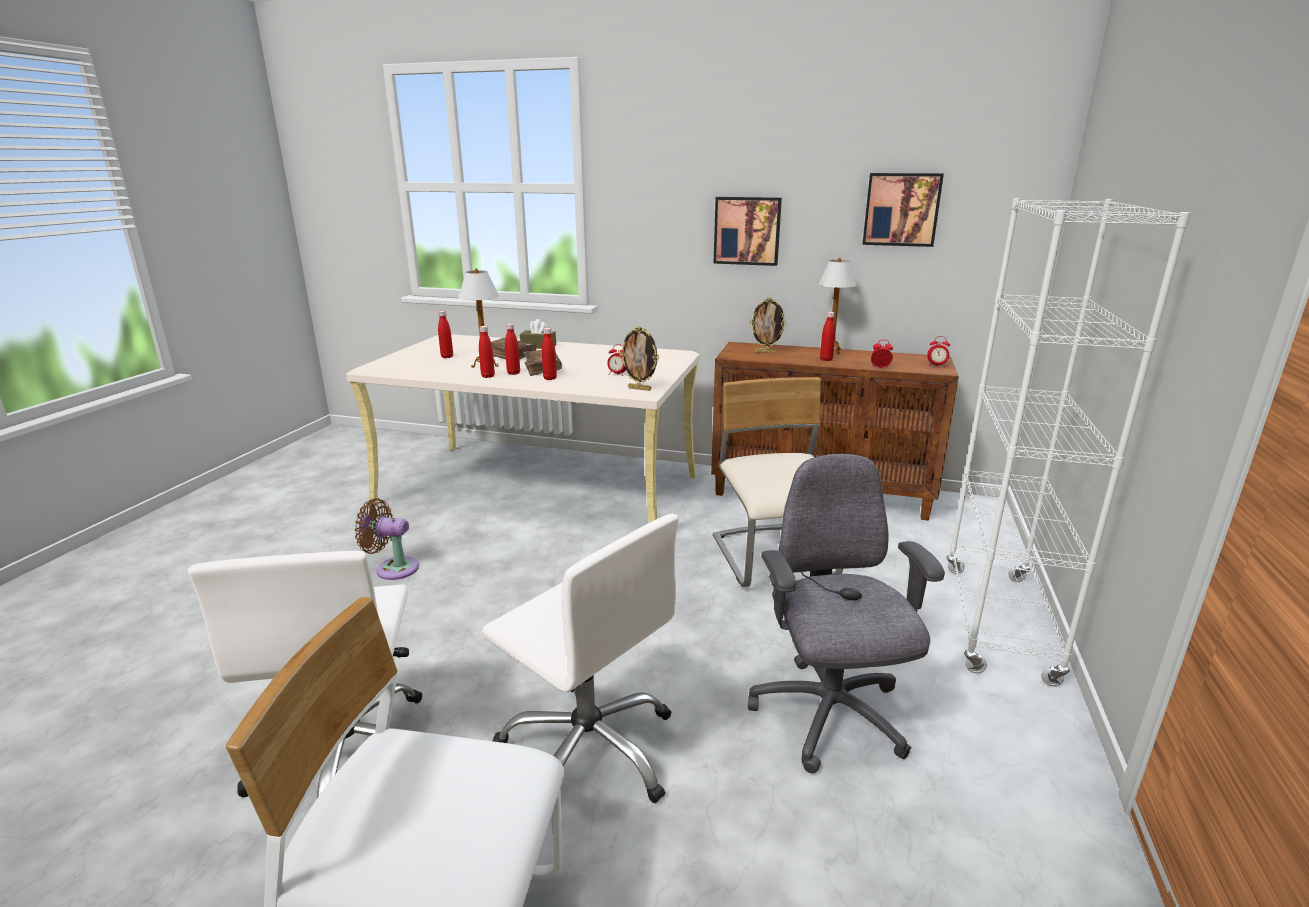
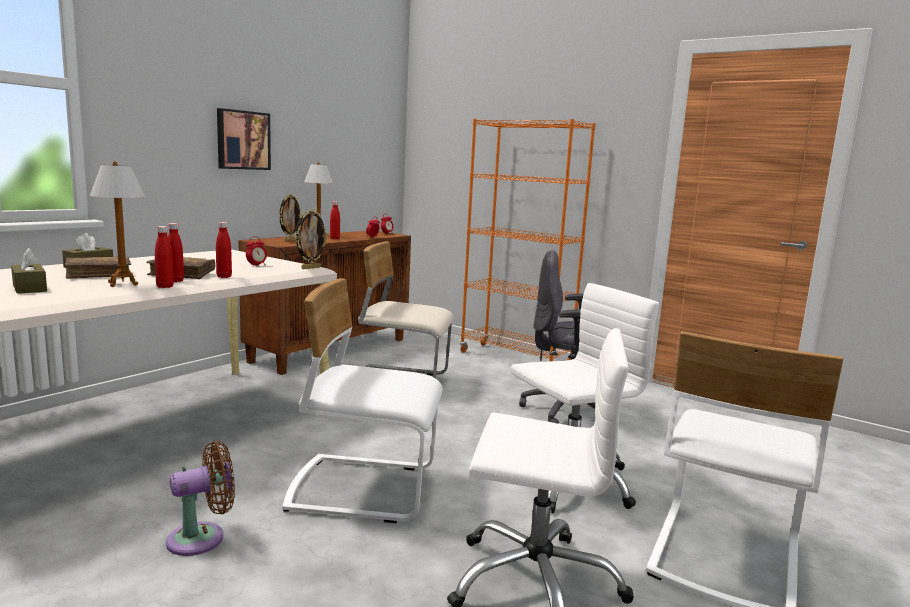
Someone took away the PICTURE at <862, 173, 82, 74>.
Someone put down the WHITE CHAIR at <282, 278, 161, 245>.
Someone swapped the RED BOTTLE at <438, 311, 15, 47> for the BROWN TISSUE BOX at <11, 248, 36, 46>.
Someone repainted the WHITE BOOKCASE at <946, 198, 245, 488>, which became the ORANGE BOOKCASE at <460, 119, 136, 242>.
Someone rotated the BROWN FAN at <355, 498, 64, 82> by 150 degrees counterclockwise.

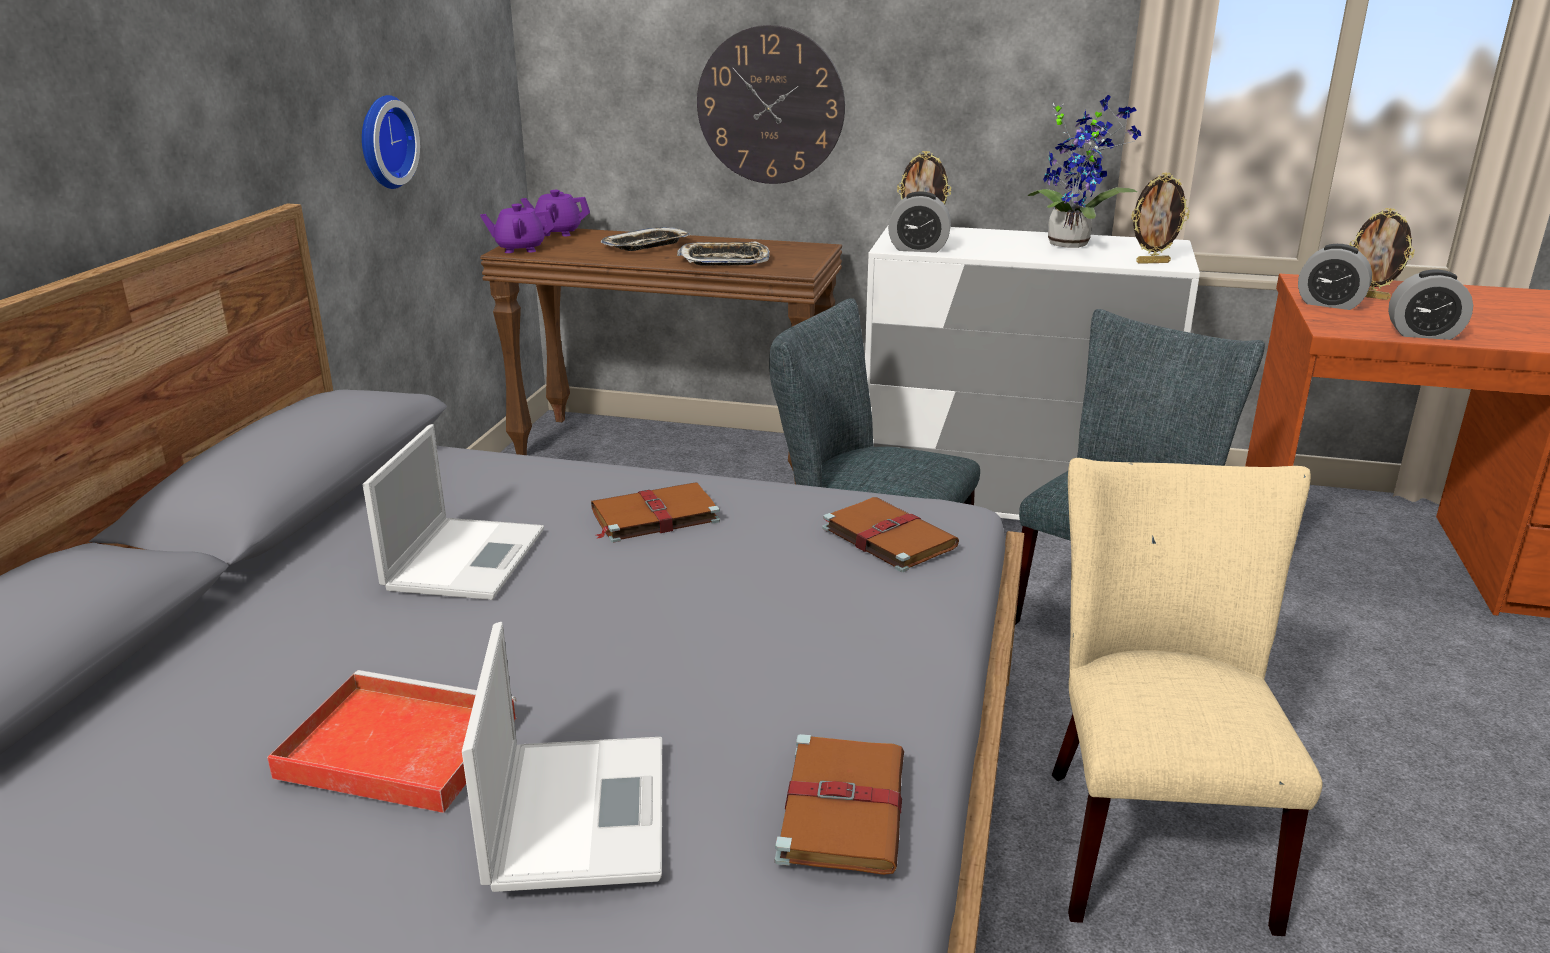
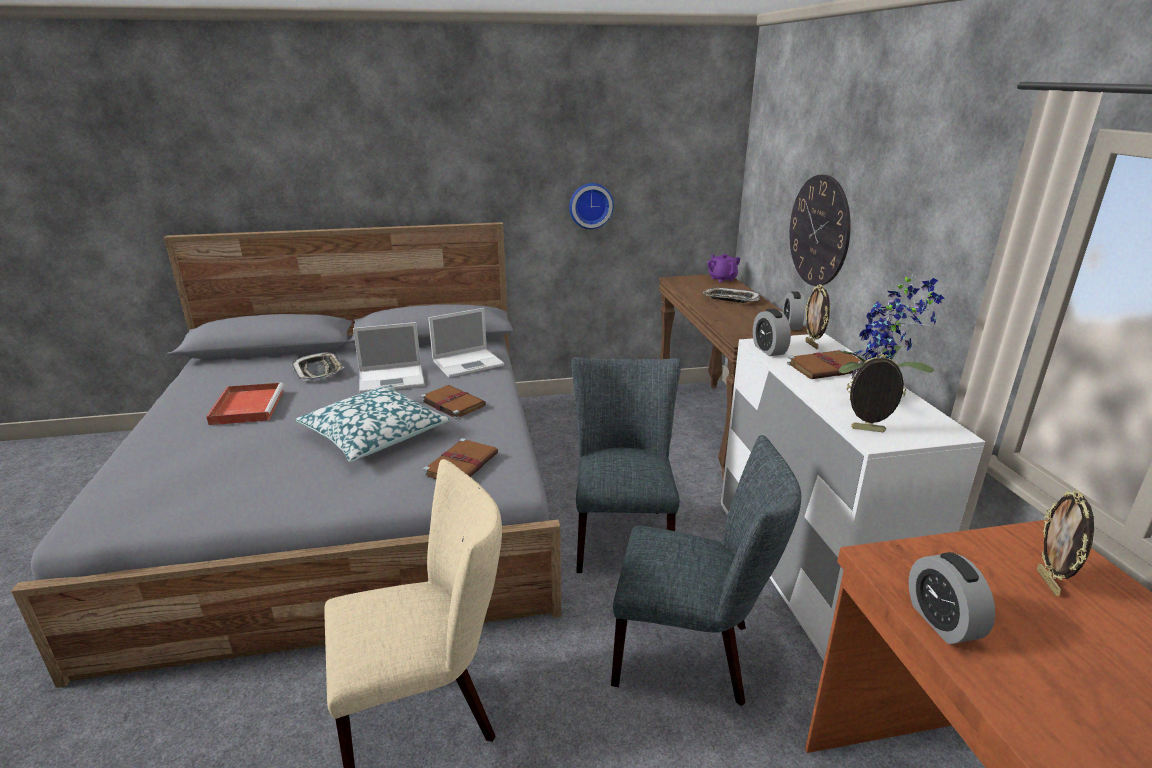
Someone took away the PURPLE TEAPOT at <480, 204, 74, 49>.
Someone put down the PILLOW at <295, 385, 155, 77>.
Someone carried the LAPTOP from <462, 622, 200, 270> to <428, 308, 76, 70>.
Someone carried the TRAY from <677, 241, 93, 25> to <291, 352, 53, 29>.
Someone carried the BROWN BOOK from <775, 734, 129, 141> to <787, 349, 74, 30>.
Someone carried the ALARM CLOCK from <1298, 244, 74, 66> to <783, 291, 22, 39>.
Someone rotated the PICTURE FRAME at <1131, 173, 59, 91> by 135 degrees clockwise.

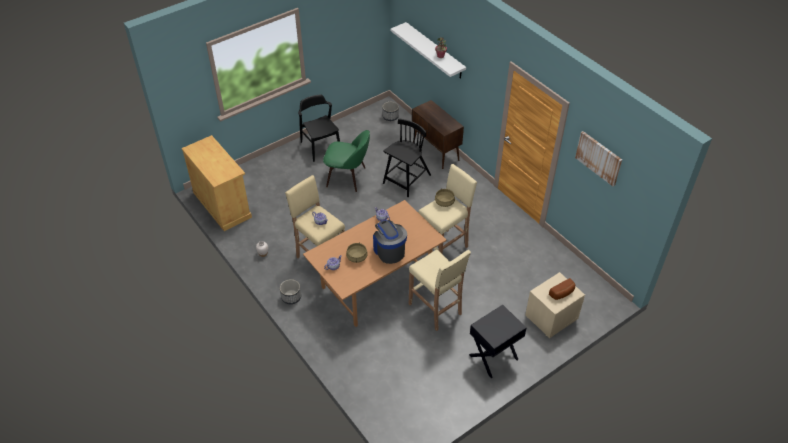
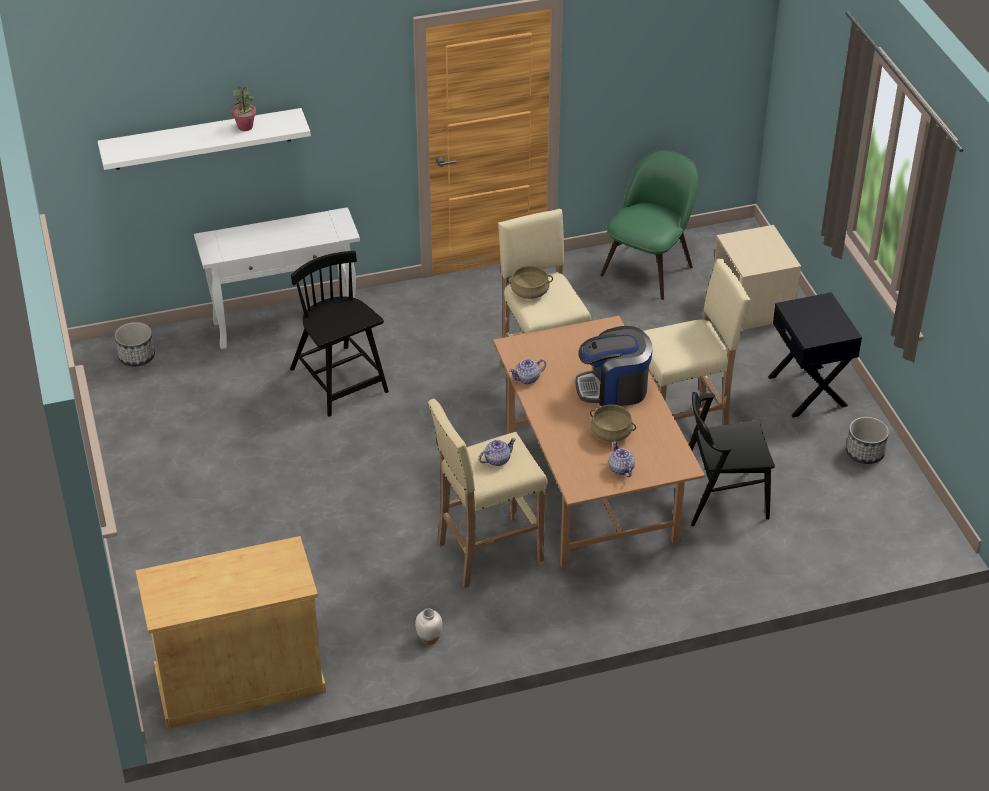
Someone took away the BREAD at <549, 278, 26, 22>.
Someone took away the PICTURE at <575, 131, 47, 56>.
Someone carried the PLANTER from <280, 279, 21, 25> to <846, 417, 43, 47>.
Someone carried the BLACK CHAIR from <298, 94, 42, 68> to <689, 392, 86, 134>.
Someone carried the GREEN CHAIR from <323, 130, 47, 62> to <600, 150, 98, 150>.
Someone swapped the BROWN CABINET at <412, 100, 52, 69> for the WHITE CONSOLE TABLE at <194, 207, 166, 142>.

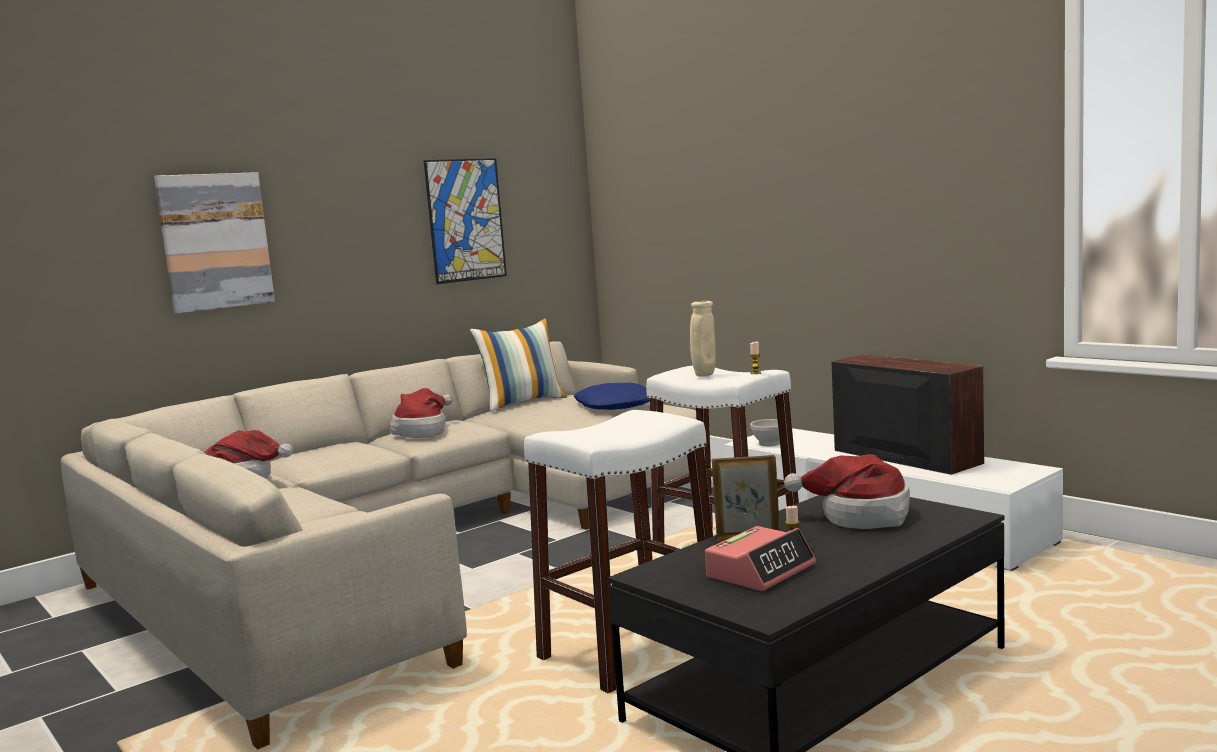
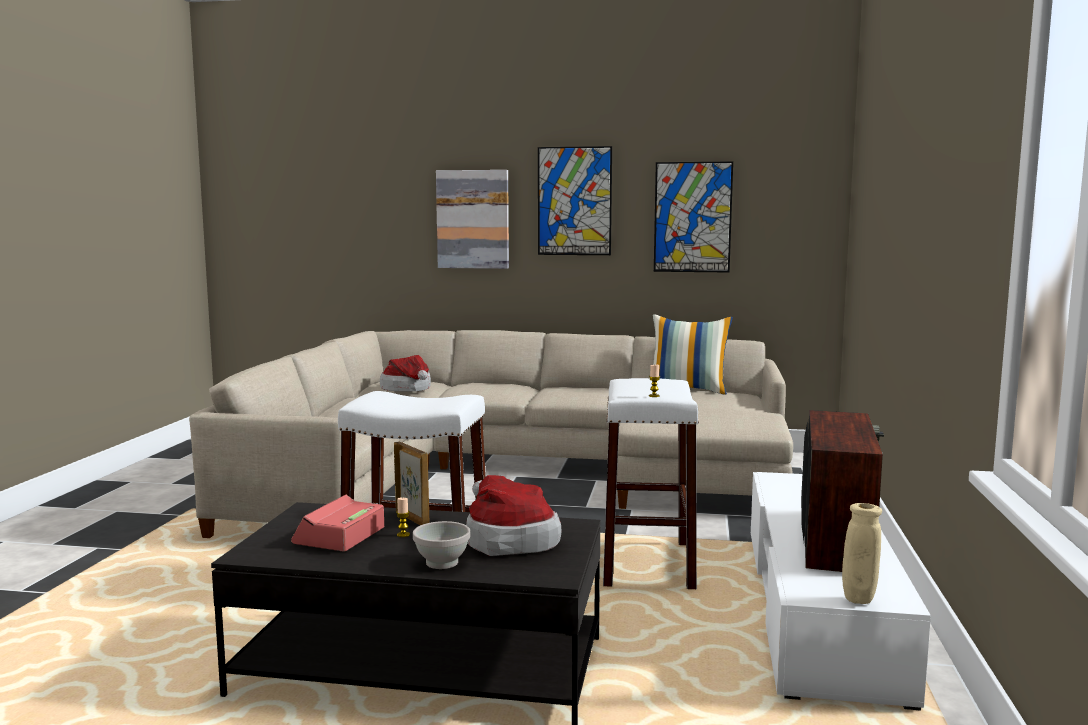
Someone took away the HAT at <390, 388, 63, 50>.
Someone took away the BLUE PILLOW at <574, 383, 75, 27>.
Someone put up the PICTURE at <538, 146, 74, 109>.
Someone carried the BEIGE VASE from <690, 301, 26, 75> to <842, 503, 40, 101>.
Someone carried the WHITE BOWL from <750, 419, 30, 27> to <413, 521, 57, 48>.
Someone rotated the ALARM CLOCK at <705, 526, 111, 65> by 105 degrees clockwise.

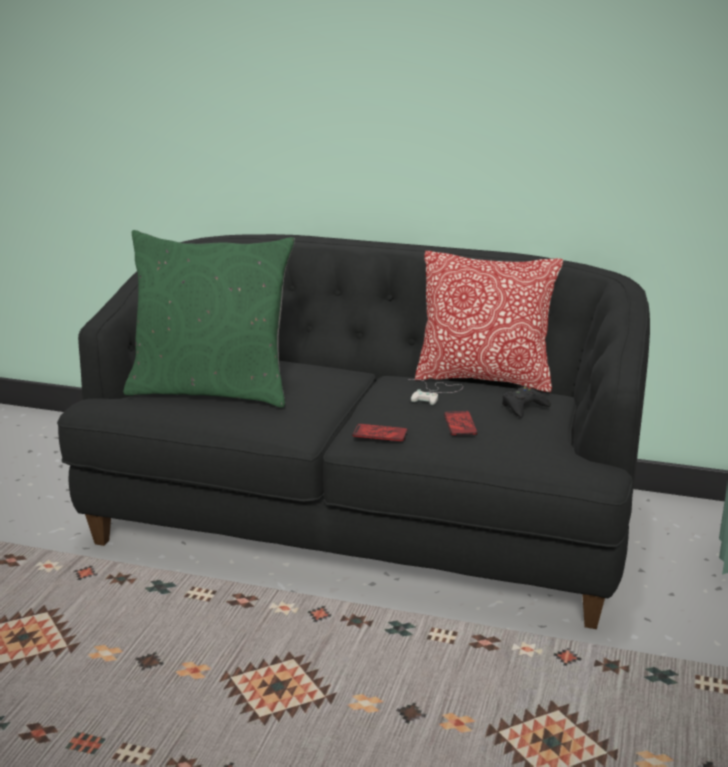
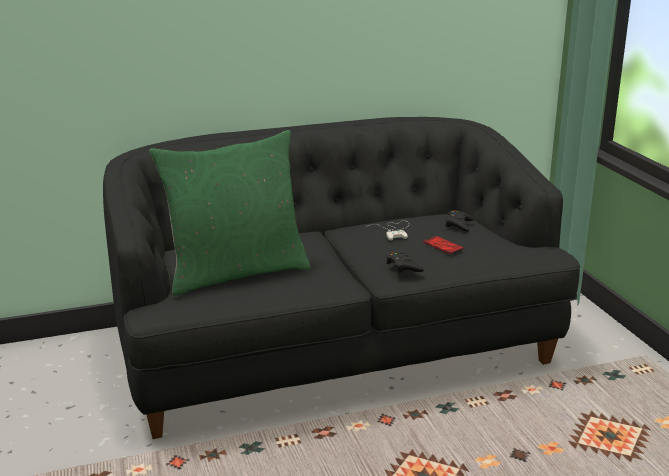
Someone took away the PILLOW at <415, 251, 148, 141>.
Someone swapped the PHONE at <352, 424, 56, 17> for the BLACK GAME CONTROLLER at <386, 252, 38, 21>.

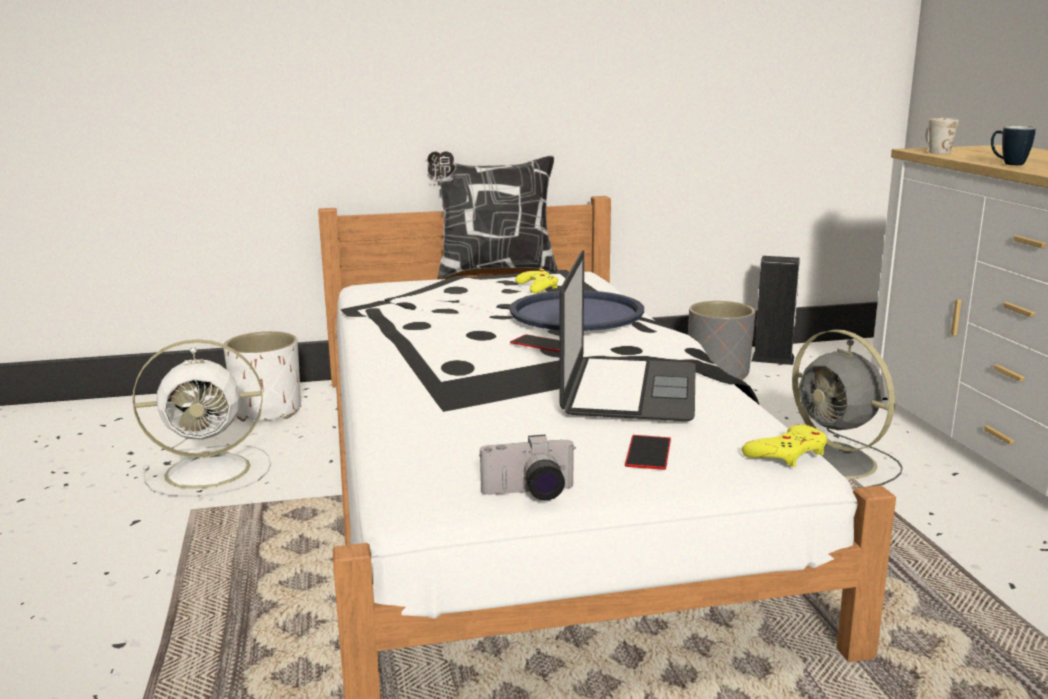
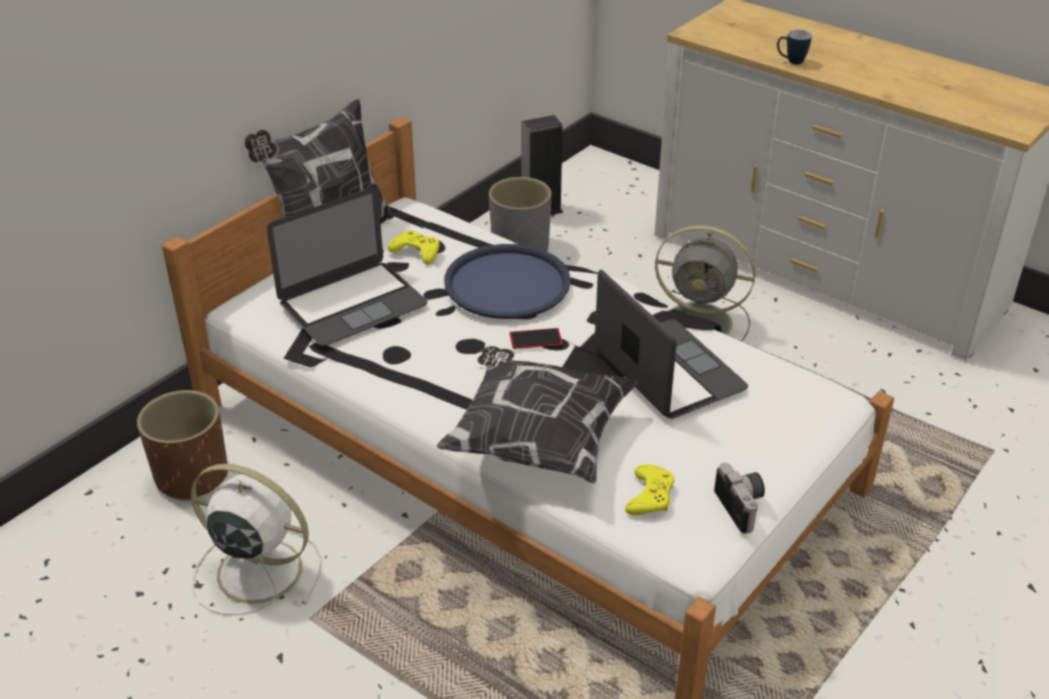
Someone took away the PHONE at <625, 435, 46, 35>.
Someone took away the WHITE MUG at <925, 118, 34, 36>.
Someone put down the LAPTOP at <267, 187, 161, 159>.
Someone put down the PILLOW at <437, 346, 200, 137>.
Someone carried the YELLOW GAME CONTROLLER from <742, 425, 85, 42> to <625, 464, 49, 51>.
Someone repainted the WHITE PLANTER at <224, 331, 77, 91>, which became the BROWN PLANTER at <137, 390, 91, 111>.
Someone rotated the WHITE FAN at <132, 339, 139, 158> by 105 degrees counterclockwise.
Someone rotated the PHOTO CAMERA at <479, 435, 97, 65> by 60 degrees counterclockwise.

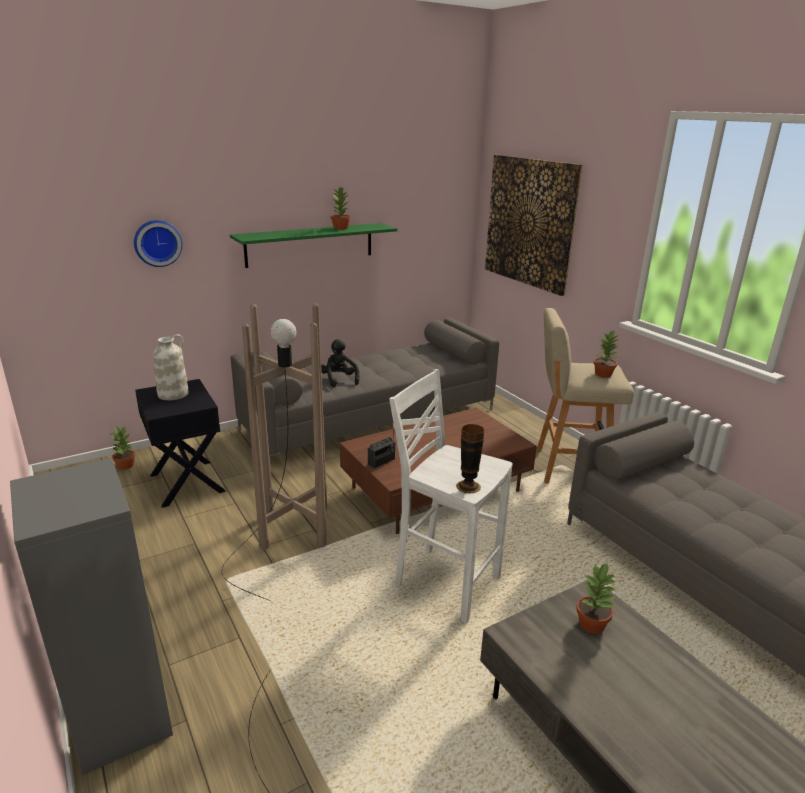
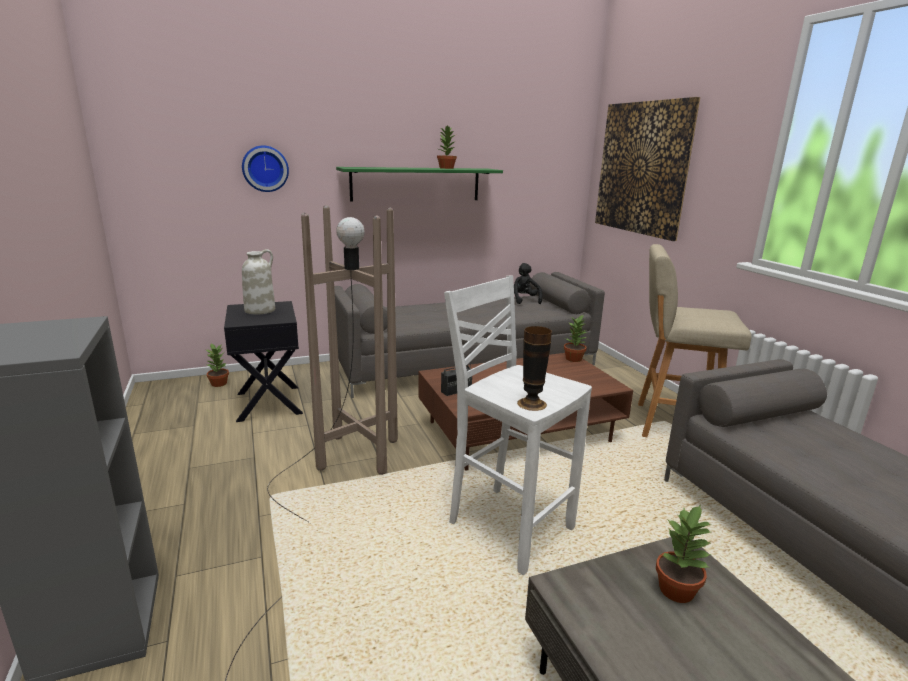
Someone carried the BLACK PLUSH TOY from <321, 339, 38, 48> to <514, 263, 29, 41>.
Someone carried the POTTED PLANT from <594, 330, 24, 48> to <564, 314, 23, 48>.

